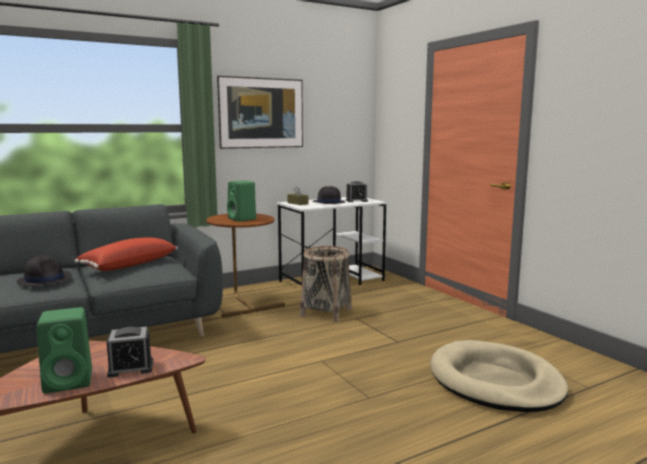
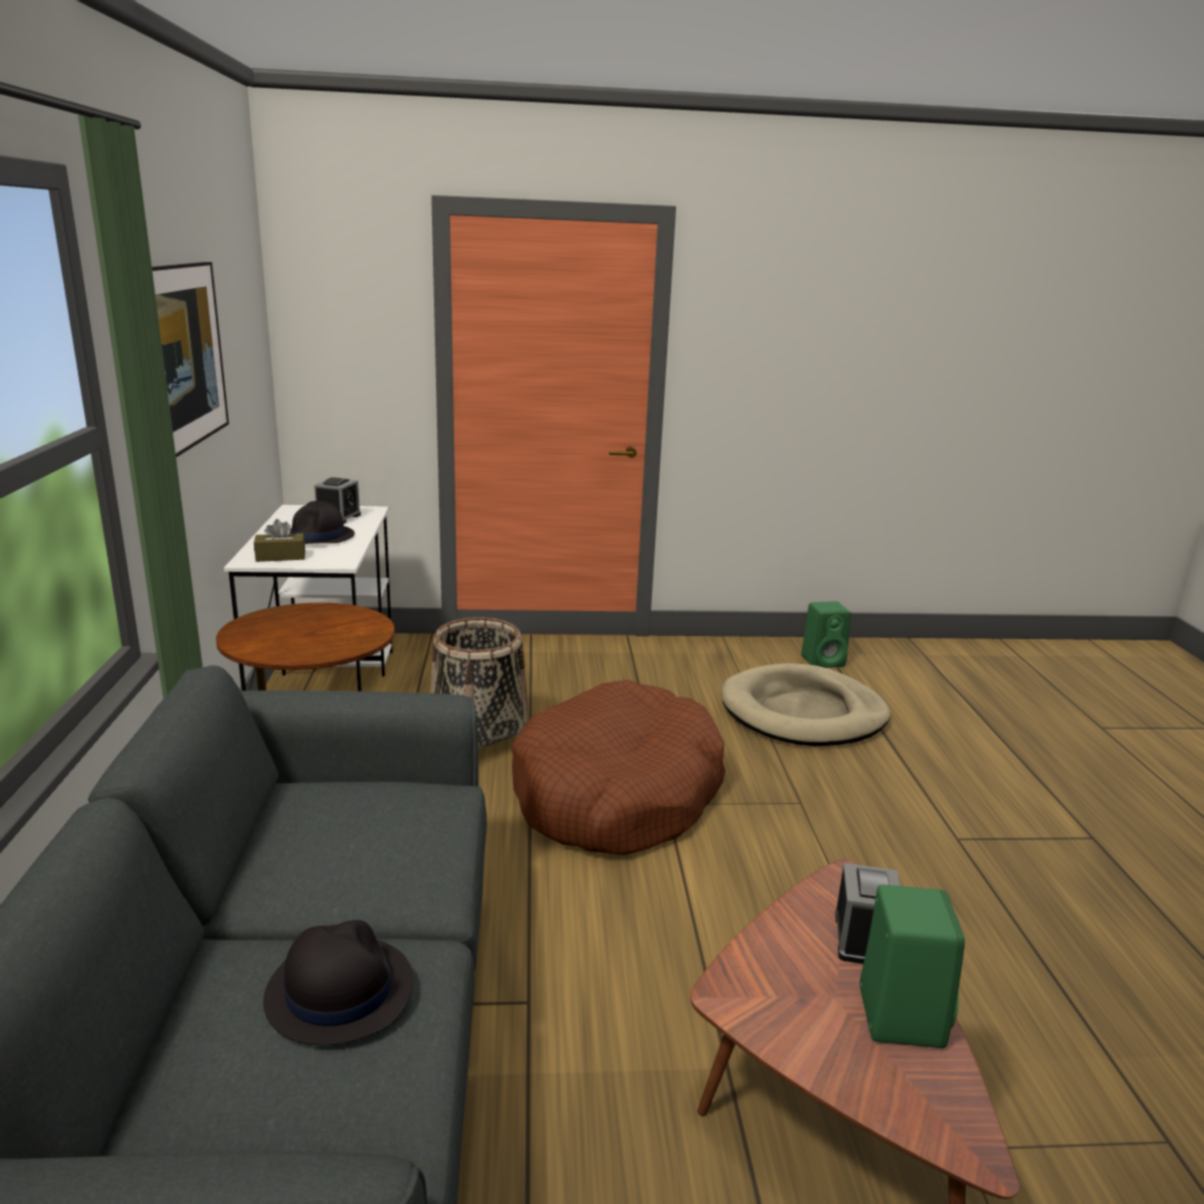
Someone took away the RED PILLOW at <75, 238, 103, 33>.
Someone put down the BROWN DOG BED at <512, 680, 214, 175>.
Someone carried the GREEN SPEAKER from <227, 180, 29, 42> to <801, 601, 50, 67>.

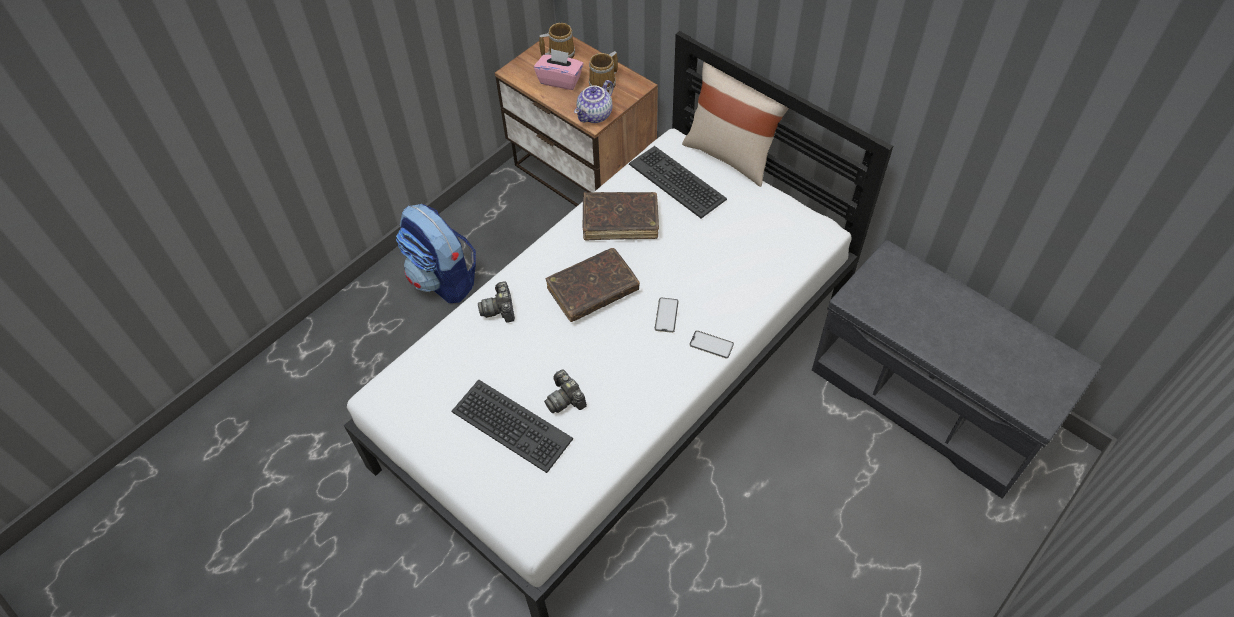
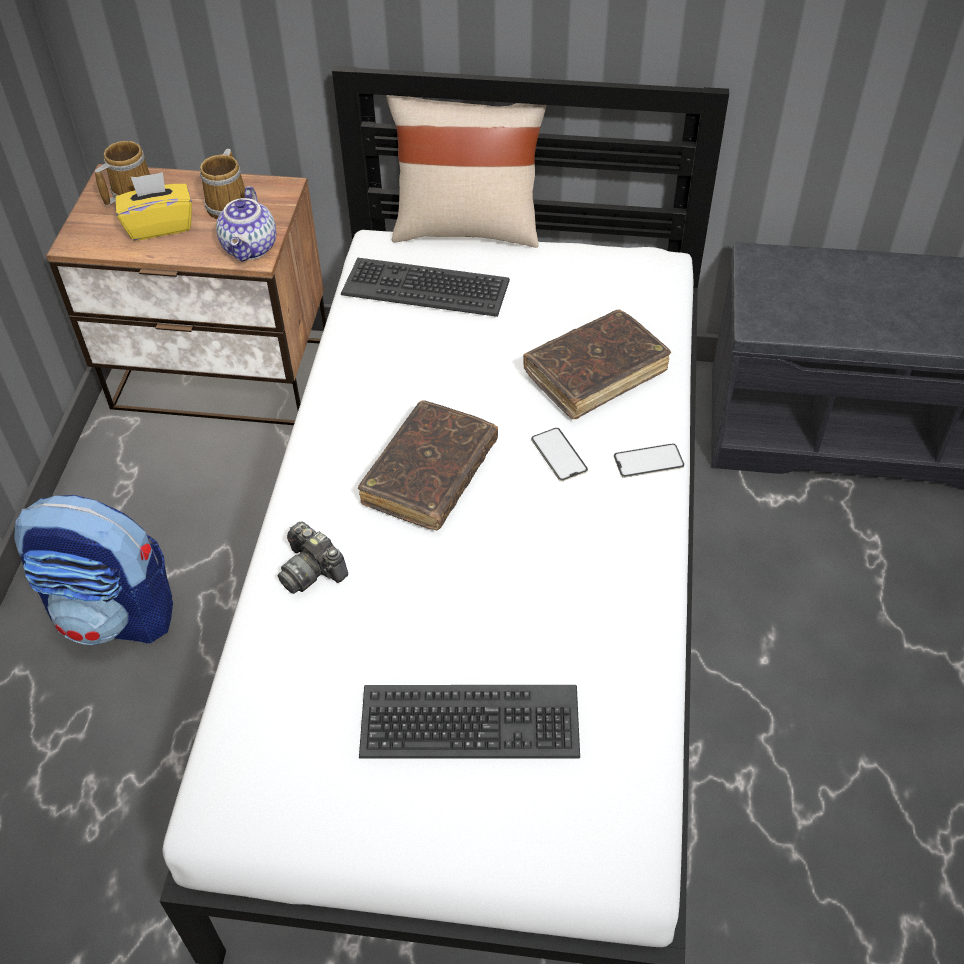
Someone took away the PHOTO CAMERA at <544, 370, 43, 43>.
Someone carried the BROWN BOOK from <583, 192, 76, 49> to <523, 309, 148, 110>.
Someone repainted the PINK TISSUE BOX at <534, 49, 50, 41>, which became the YELLOW TISSUE BOX at <116, 172, 76, 69>.

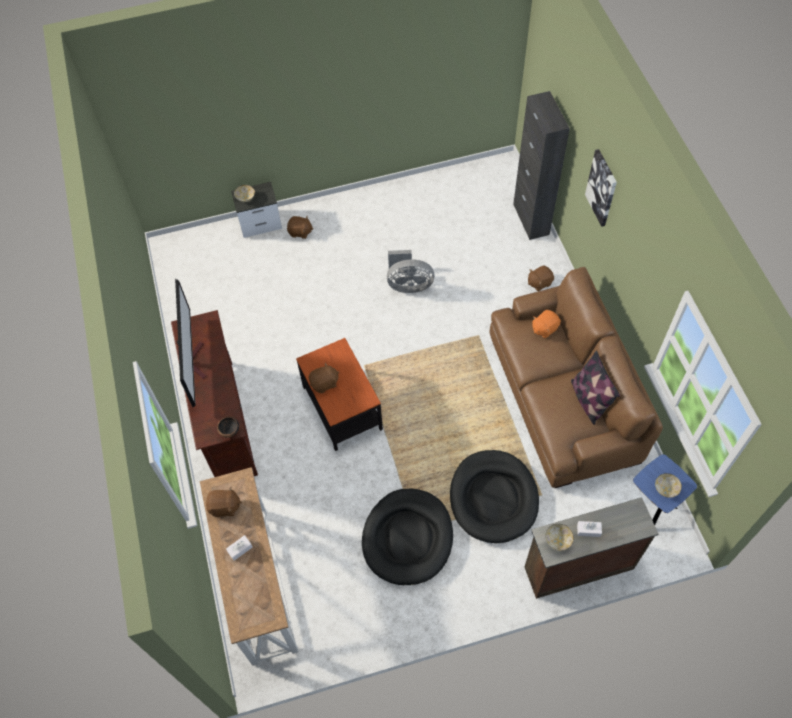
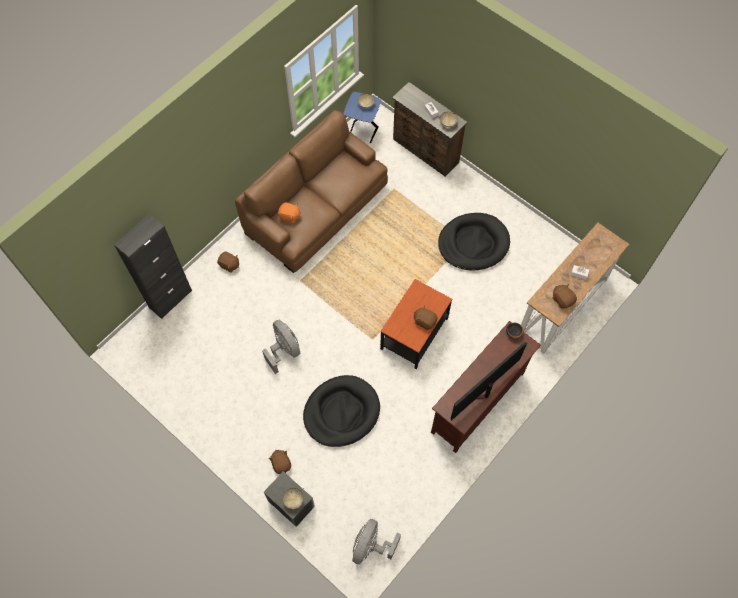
Someone took away the PILLOW at <571, 350, 49, 75>.
Someone took away the PICTURE at <585, 149, 32, 78>.
Someone put down the GREY FAN at <352, 519, 49, 45>.
Someone carried the BLACK DOG BED from <450, 450, 89, 94> to <303, 375, 77, 72>.

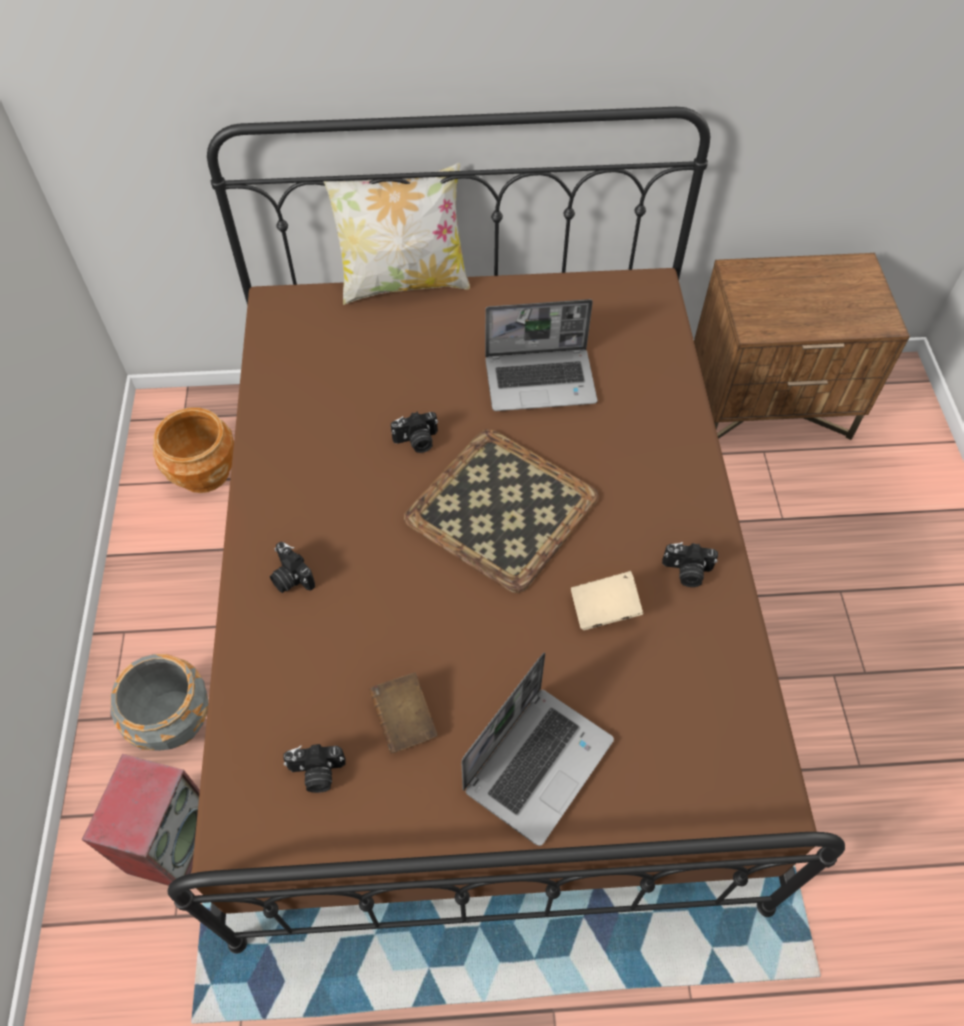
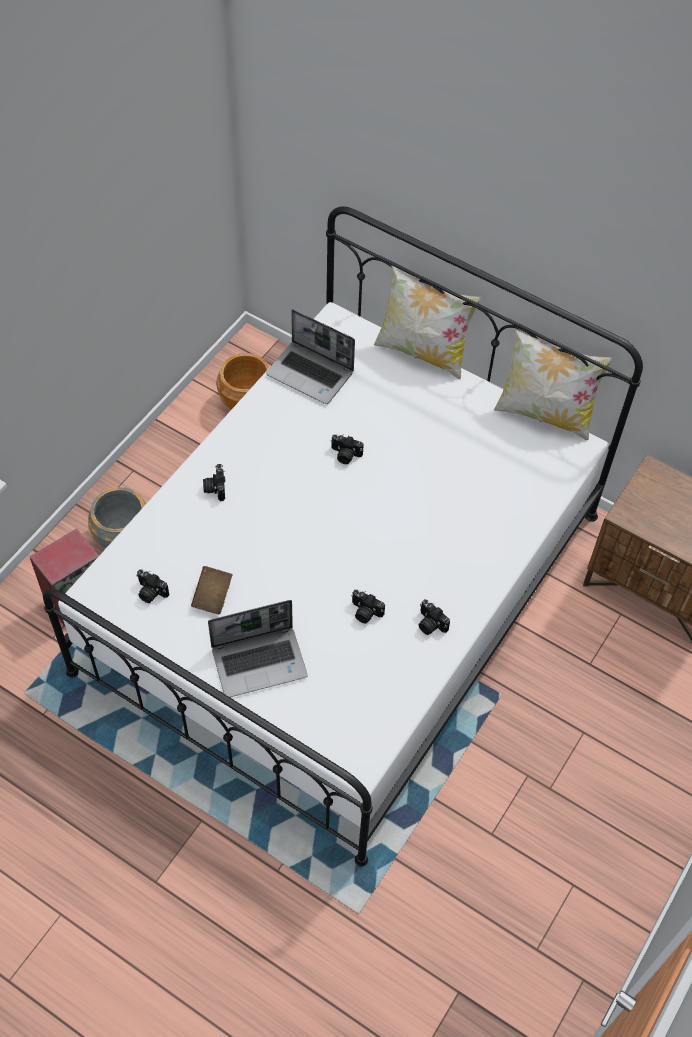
Someone took away the TRAY at <404, 429, 195, 164>.
Someone put down the PILLOW at <494, 329, 120, 111>.
Someone carried the LAPTOP from <485, 299, 112, 112> to <266, 309, 89, 95>.
Someone swapped the BEIGE BOOK at <571, 571, 72, 59> for the PHOTO CAMERA at <351, 590, 34, 34>.
Someone repainted the BROWN BED at <168, 107, 677, 847>, which became the WHITE BED at <43, 206, 600, 661>.

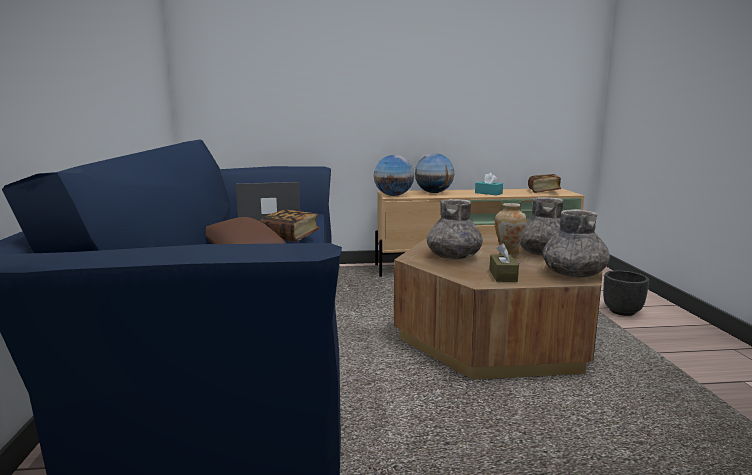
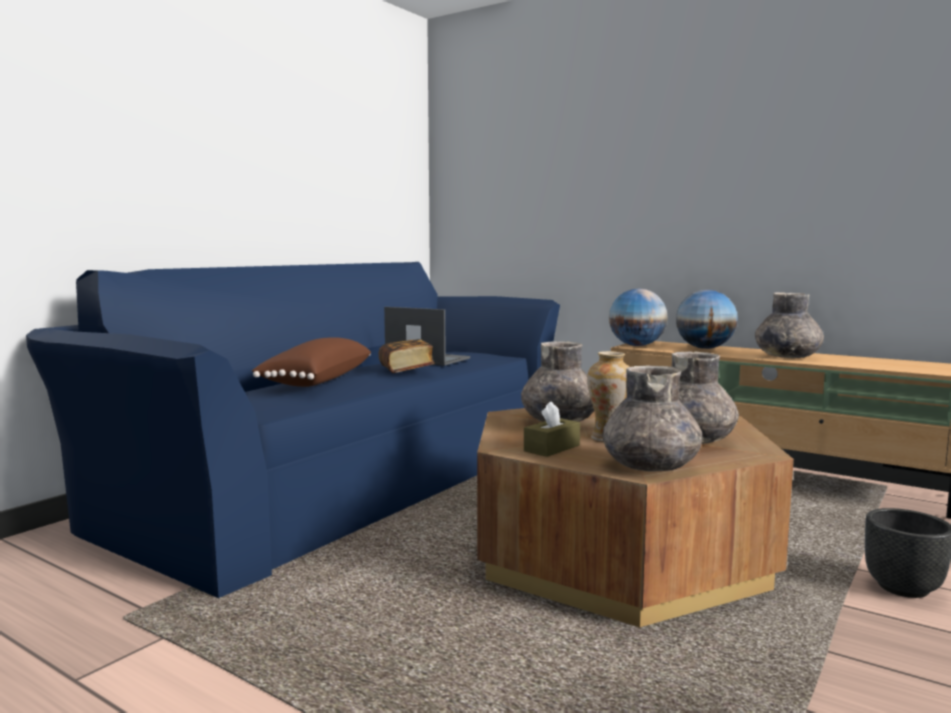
Someone took away the BOOK at <528, 174, 33, 19>.
Someone swapped the TURQUOISE TISSUE BOX at <475, 173, 28, 22> for the GREY VASE at <755, 292, 69, 66>.

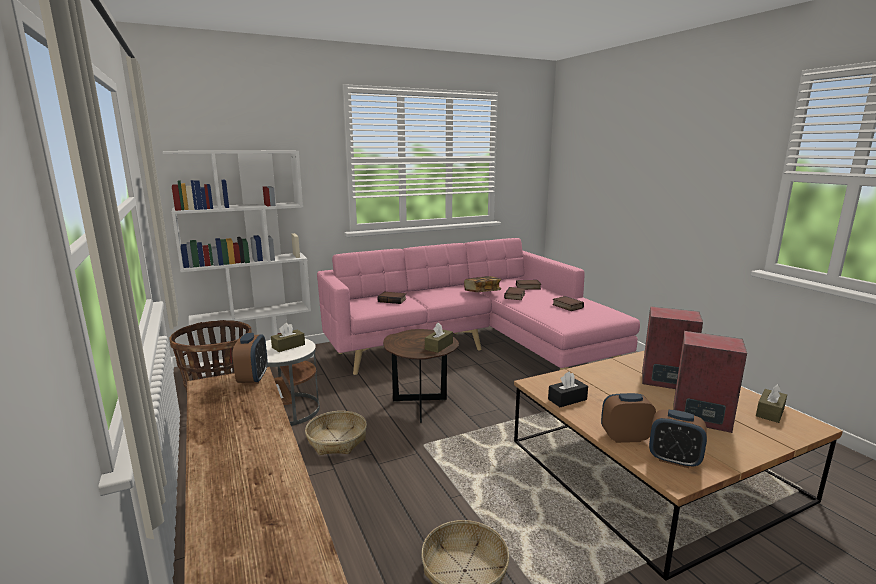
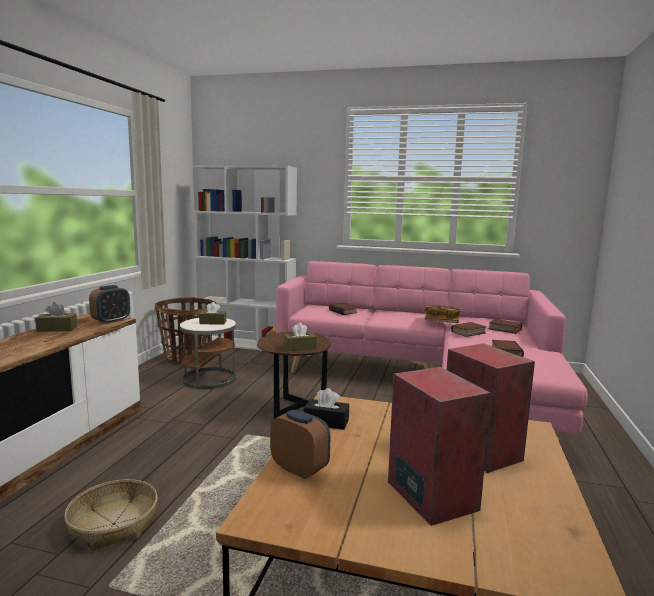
Someone took away the BASKET at <305, 411, 62, 44>.
Someone took away the ALARM CLOCK at <649, 410, 58, 58>.
Someone carried the BROWN TISSUE BOX from <756, 384, 31, 39> to <35, 302, 42, 30>.

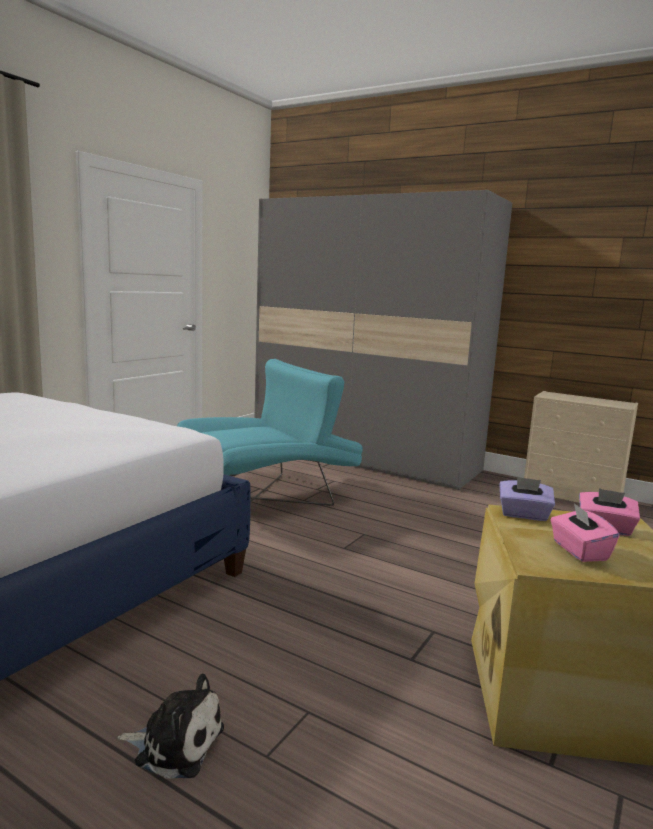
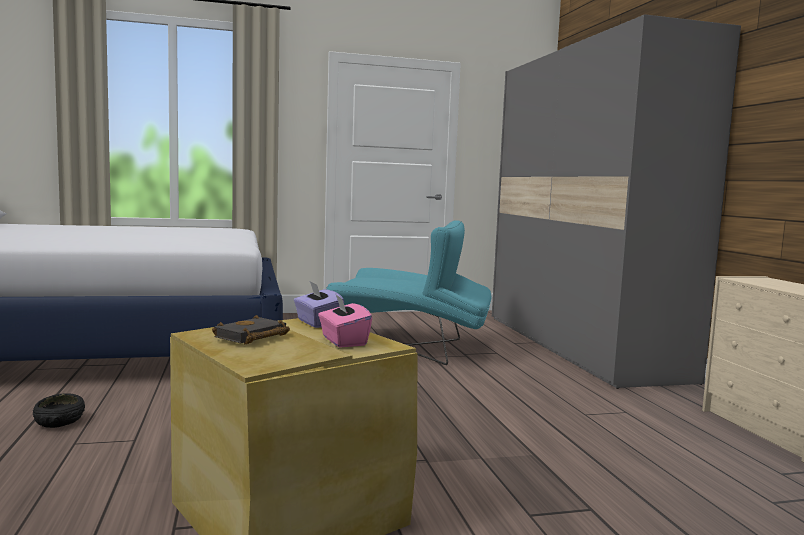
Someone swapped the PLUSH TOY at <117, 673, 107, 106> for the BLACK BOWL at <33, 393, 52, 35>.
Someone swapped the PINK TISSUE BOX at <550, 503, 69, 59> for the BLACK BOOK at <212, 315, 78, 29>.

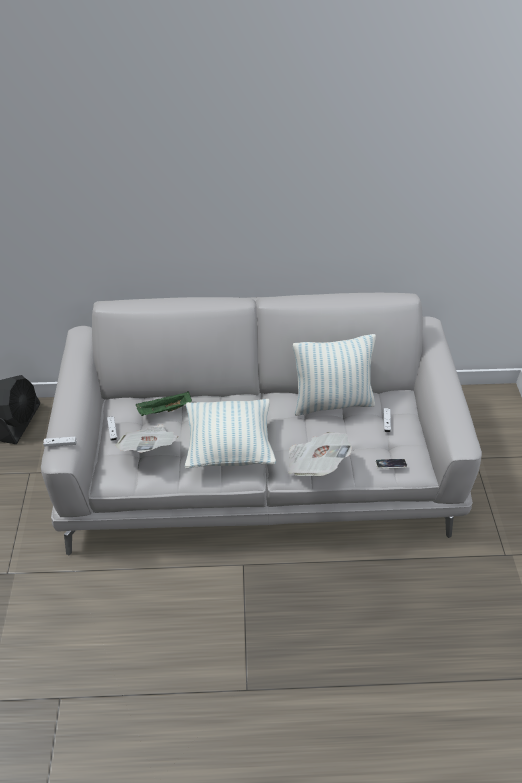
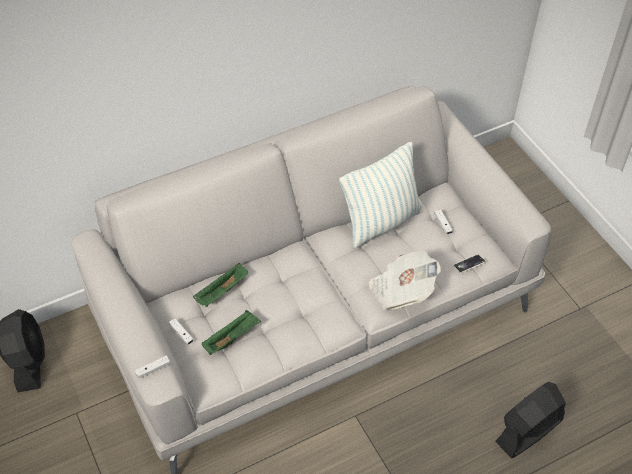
Someone took away the PILLOW at <185, 399, 91, 69>.
Someone put down the BLACK FAN at <495, 382, 71, 77>.
Someone swapped the NEWSPAPER at <116, 425, 63, 28> for the GREEN TRAY at <202, 310, 59, 45>.

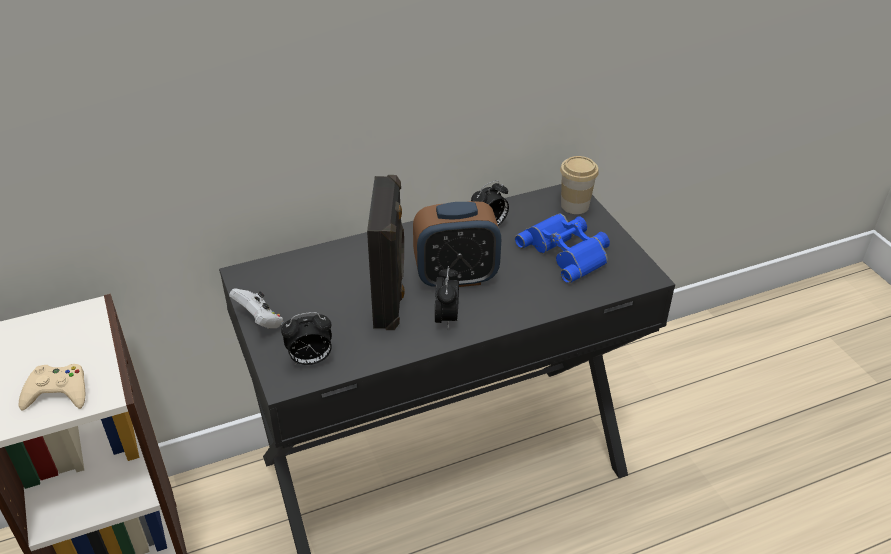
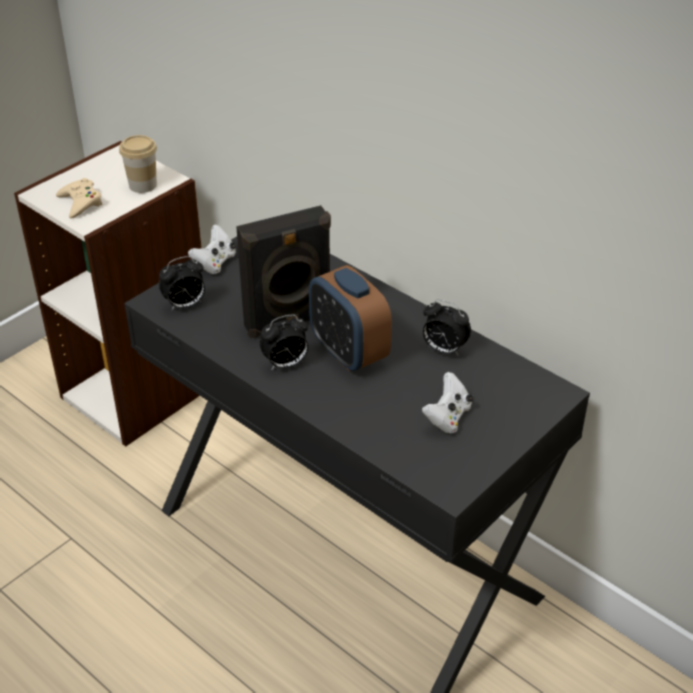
Someone carried the CUP from <560, 156, 39, 58> to <119, 135, 38, 58>.
Someone swapped the BLUE BINOCULARS at <515, 213, 95, 70> for the WHITE GAME CONTROLLER at <422, 372, 51, 61>.
Someone rotated the ALARM CLOCK at <281, 312, 51, 53> by 75 degrees counterclockwise.

